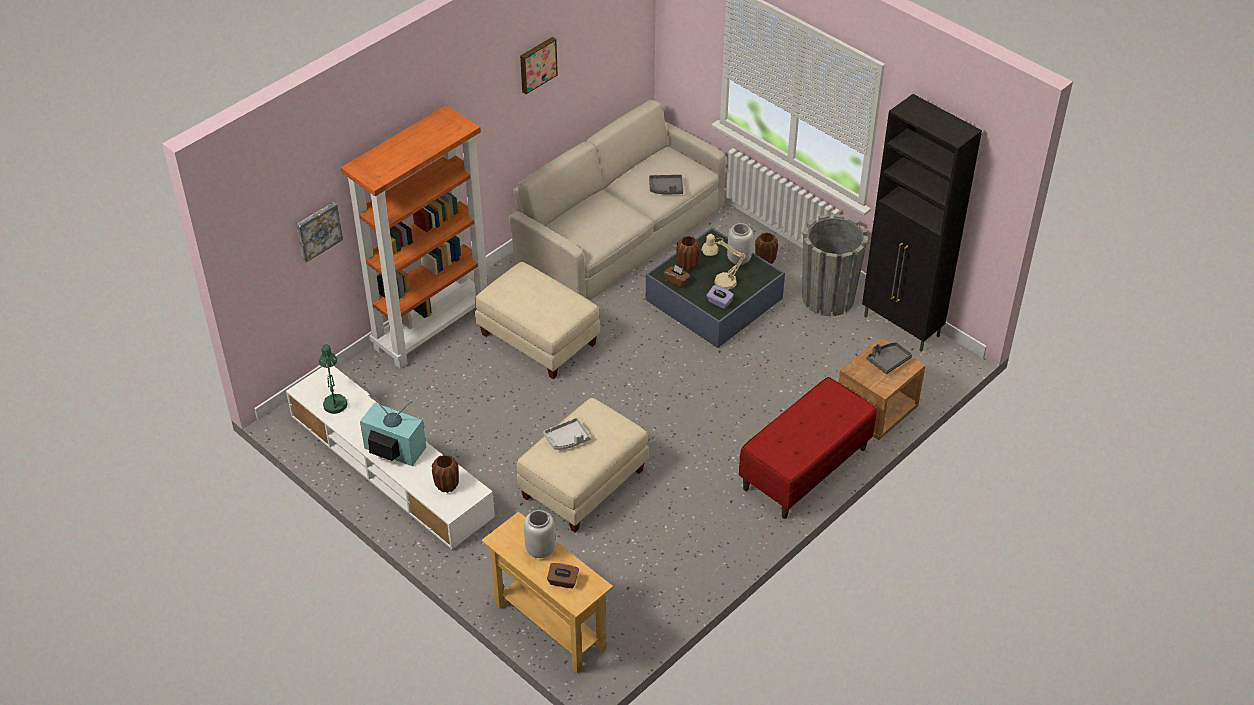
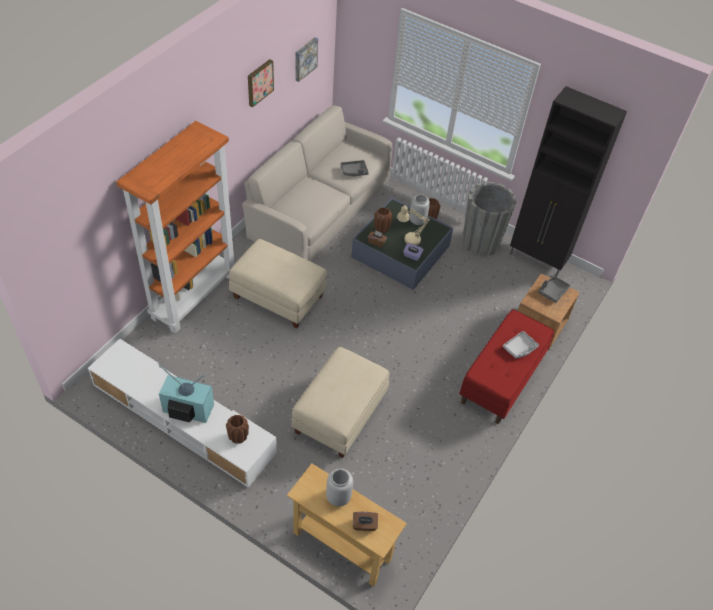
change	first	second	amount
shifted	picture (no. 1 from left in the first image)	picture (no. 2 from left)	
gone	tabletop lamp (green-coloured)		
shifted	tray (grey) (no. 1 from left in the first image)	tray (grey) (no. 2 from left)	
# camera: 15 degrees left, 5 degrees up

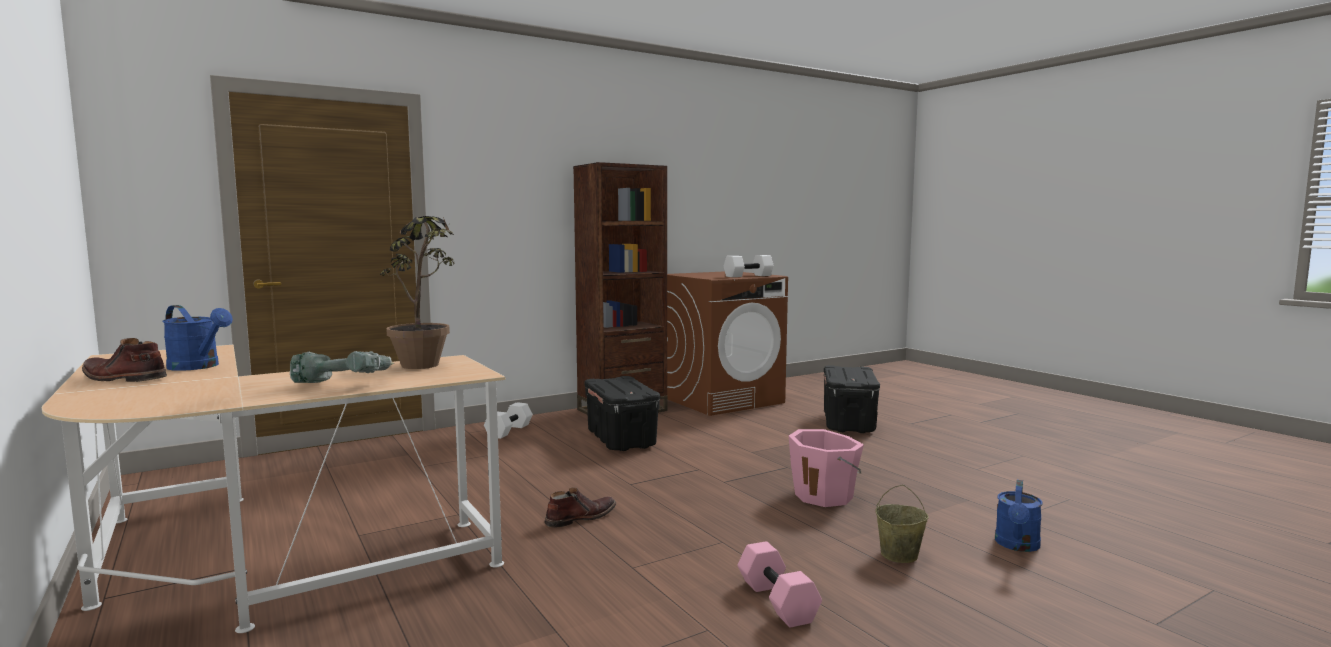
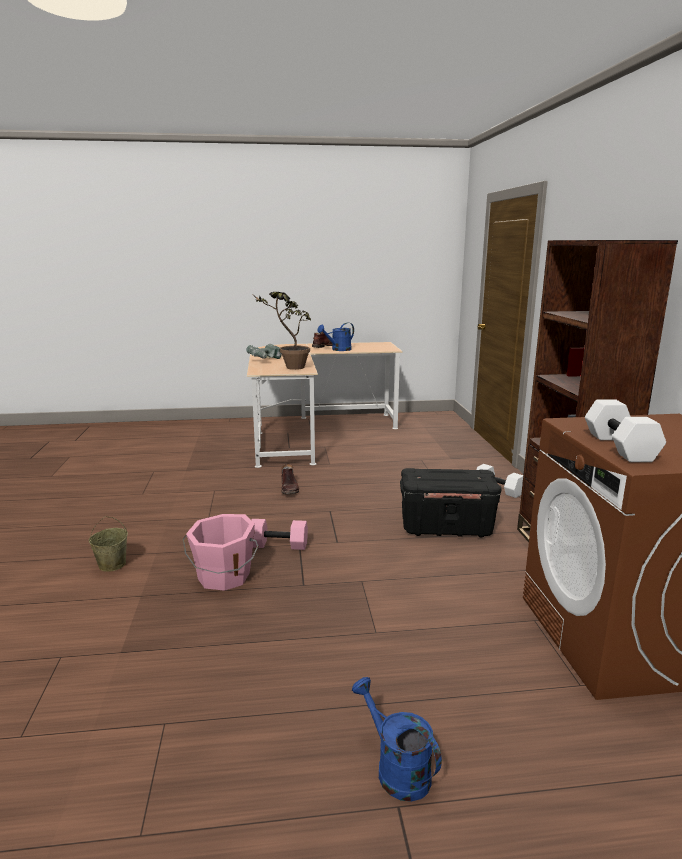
change	first	second	amount
gone	storage bin (blackish) (no. 2 from left)		
shifted	watering can (blue) (no. 2 from left)		
shifted	free weight (pink)		
# camera: 115 degrees right, 10 degrees up

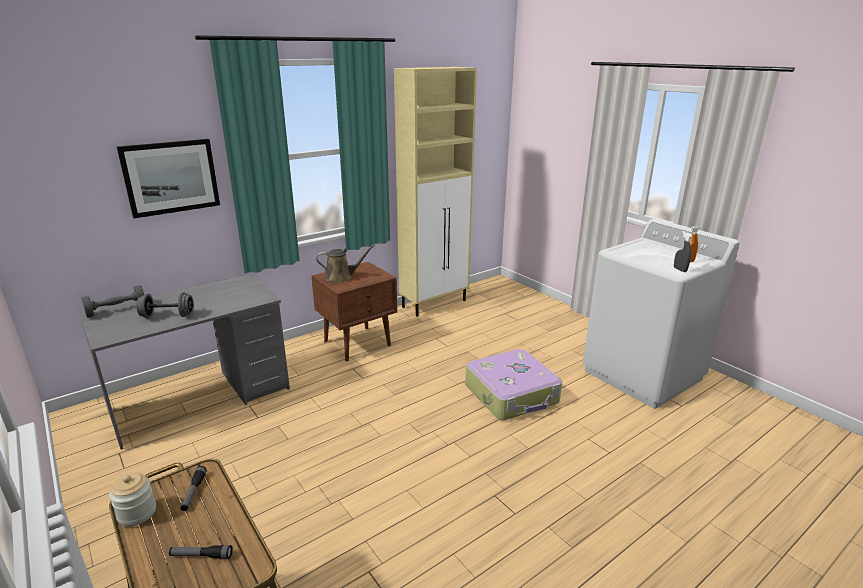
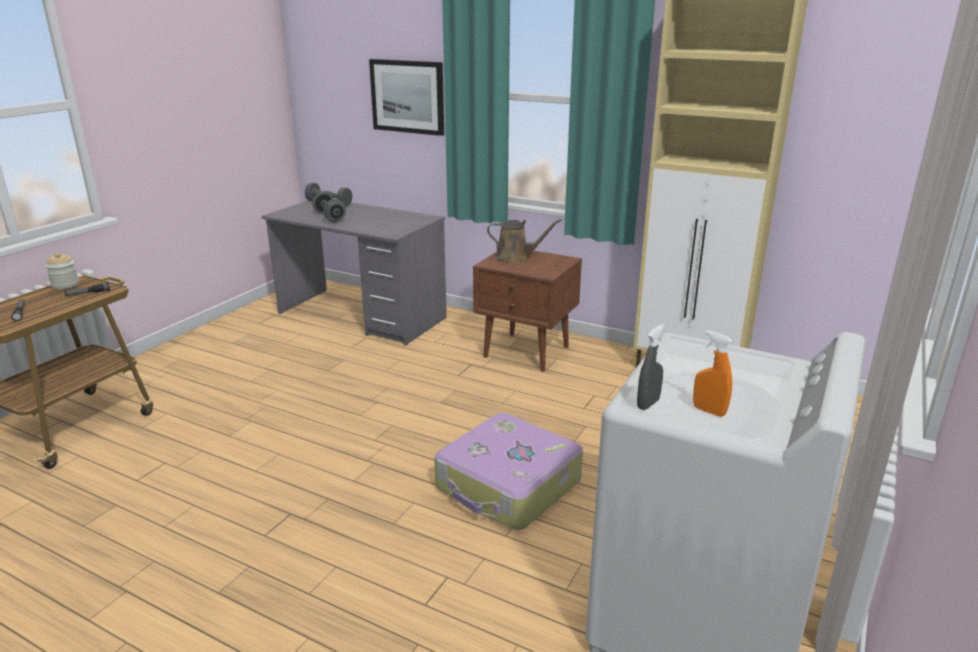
change	first	second	amount
rotated	watering can (brown-coloured)		45 degrees counterclockwise
# camera: 65 degrees right, 0 degrees up

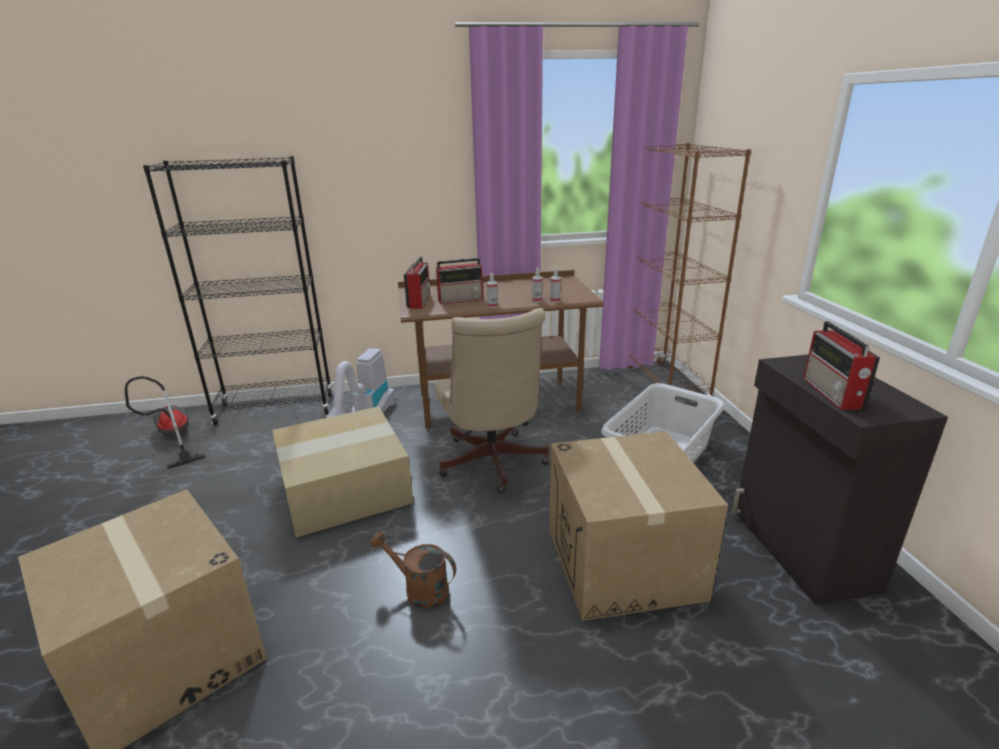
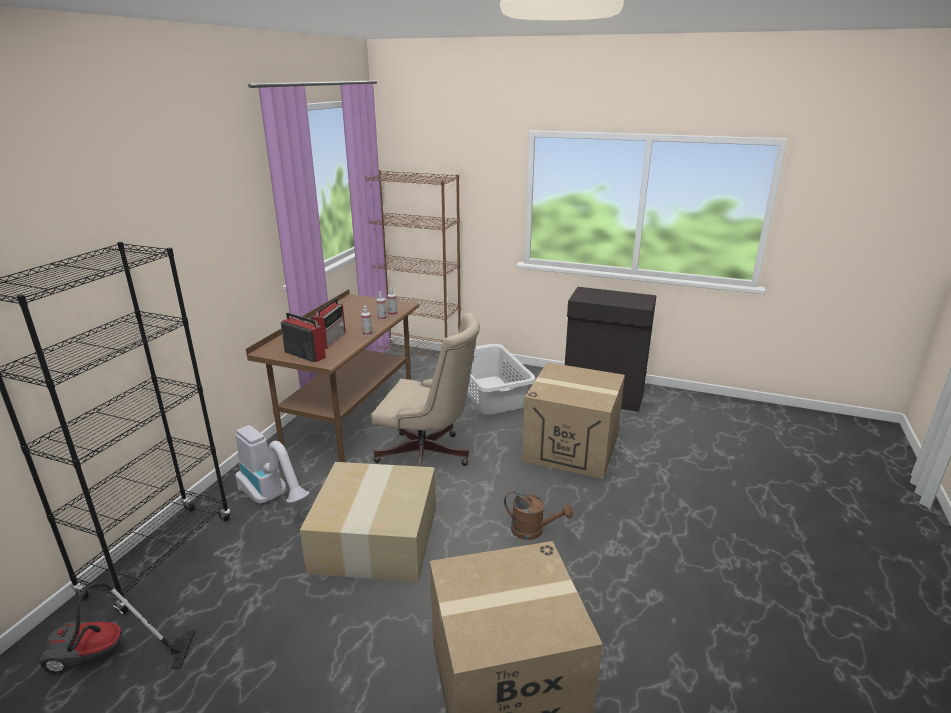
change	first	second	amount
gone	radio (no. 3 from left)		
rotated	watering can (brown-coloured)		120 degrees counterclockwise
# camera: 60 degrees left, 0 degrees up

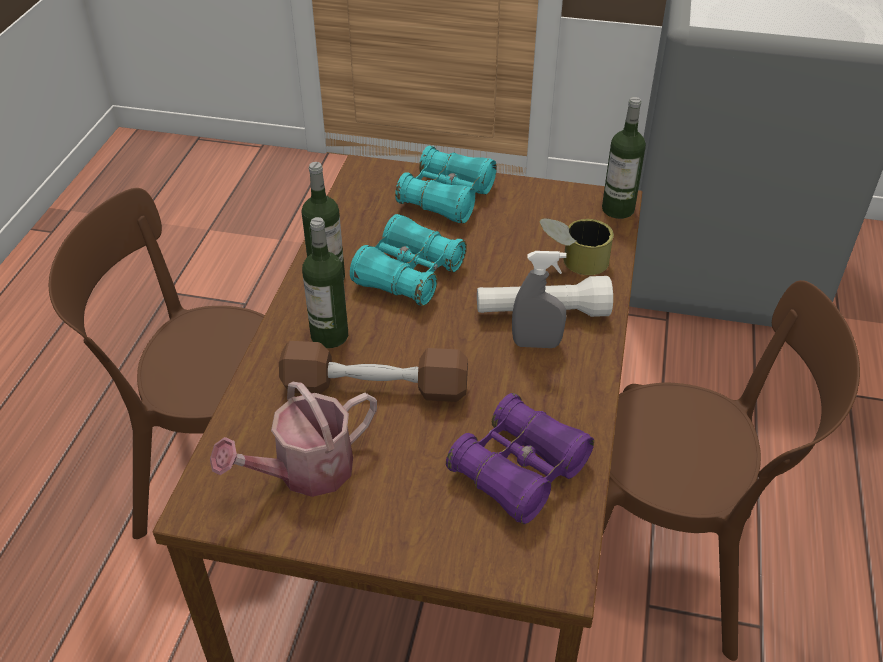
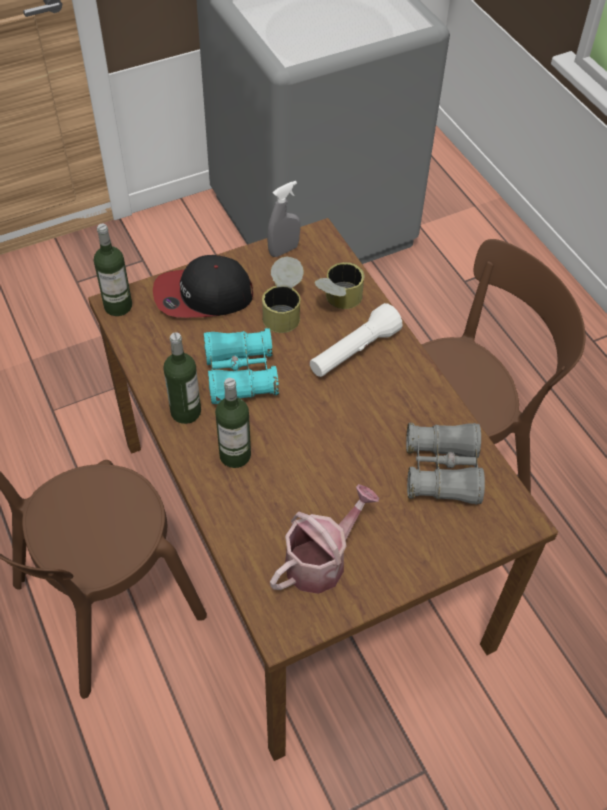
change	first	second	amount
shifted	drink bottle (no. 3 from left in the first image)	drink bottle (no. 1 from left)	
swapped	pair of binoculars (turquoise) (no. 2 from left)	cap	
shifted	hand sprayer (grey)		
gone	free weight (brown-coloured)		
rotated	watering can		150 degrees counterclockwise
repainted	pair of binoculars (purple)	pair of binoculars (grey)	
new		metal can (no. 1 from left)	
# camera: 40 degrees left, 10 degrees up

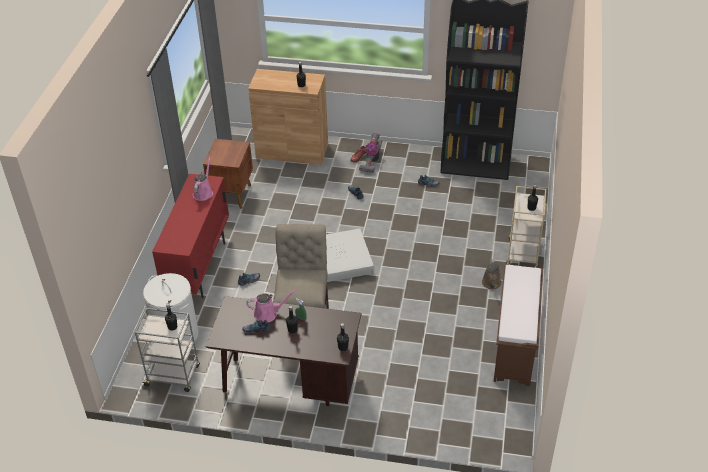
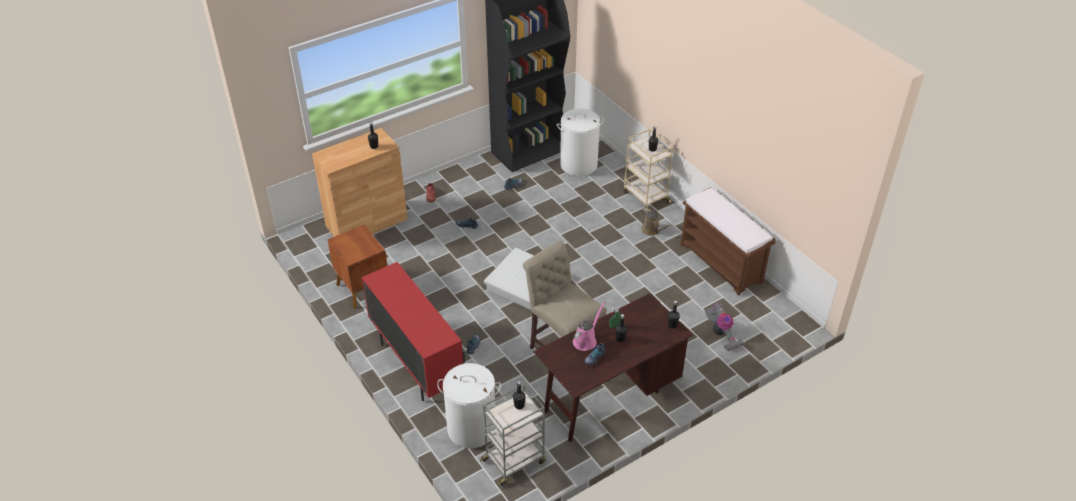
change	first	second	amount
shifted	vacuum		
gone	watering can (pink) (no. 1 from left)		
new		laundry basket (white-coloured) (no. 2 from left)	
# camera: 45 degrees left, 0 degrees up

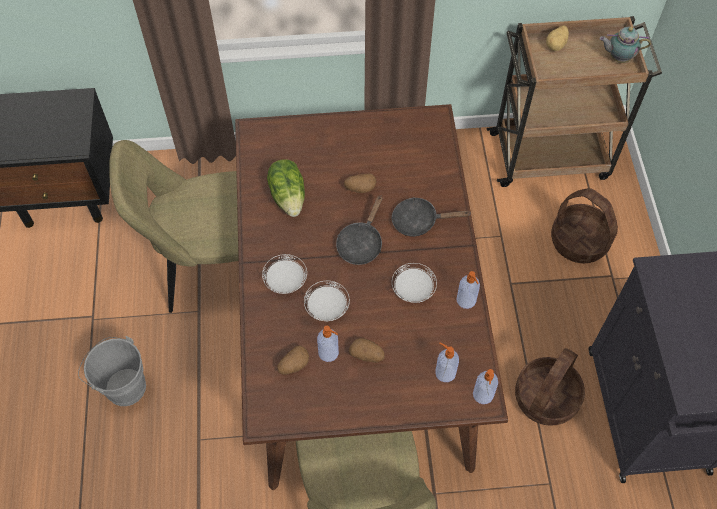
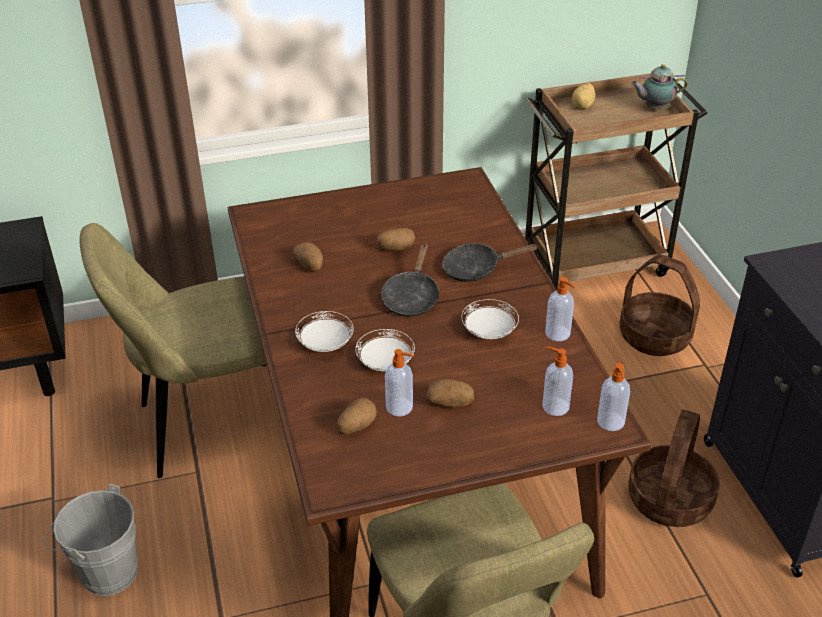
change	first	second	amount
swapped	head of lettuce	spud (no. 1 from left)	
# camera: 10 degrees left, 20 degrees down

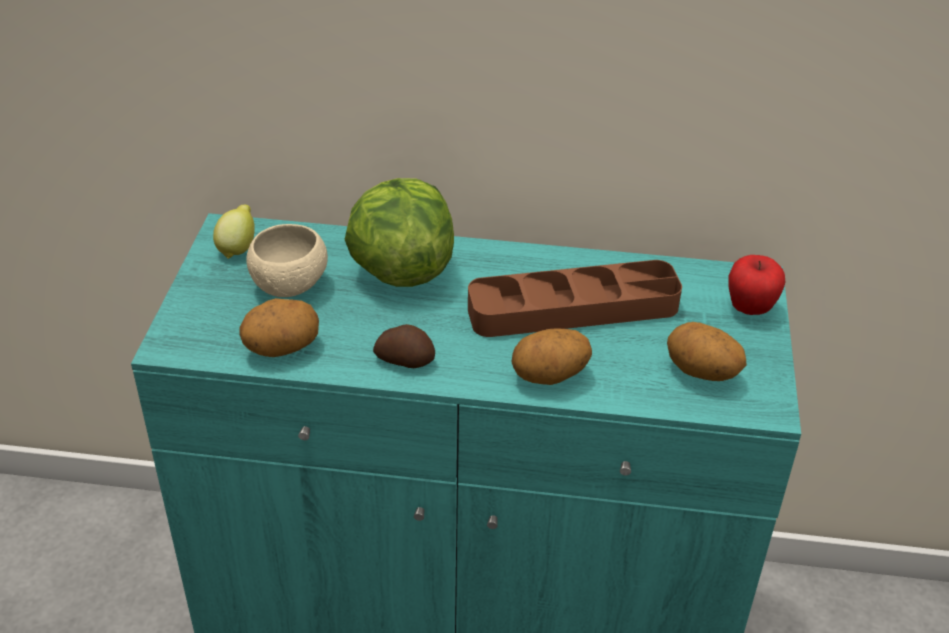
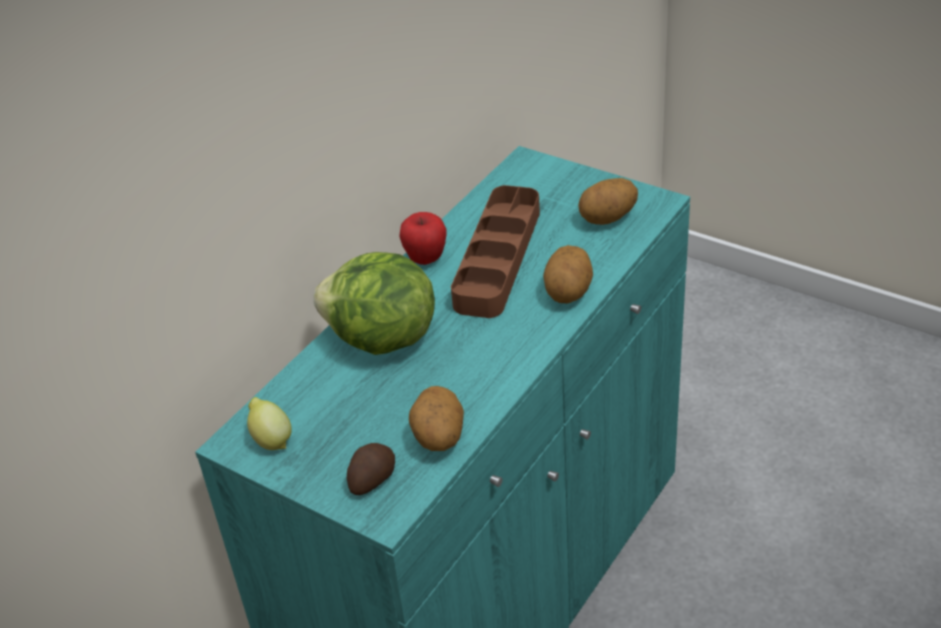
change	first	second	amount
gone	serving bowl (beige)		
shifted	whole apple		
shifted	spud (no. 2 from left in the first image)	spud (no. 1 from left)	
# camera: 60 degrees left, 0 degrees up

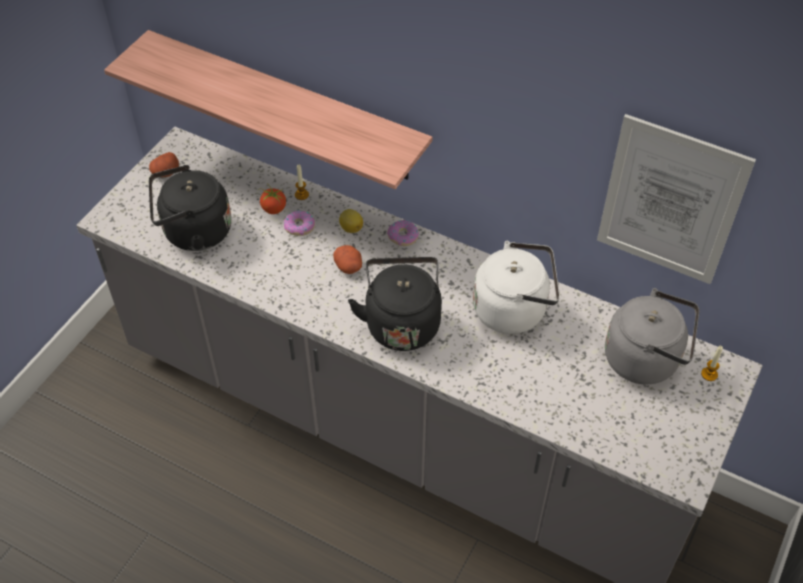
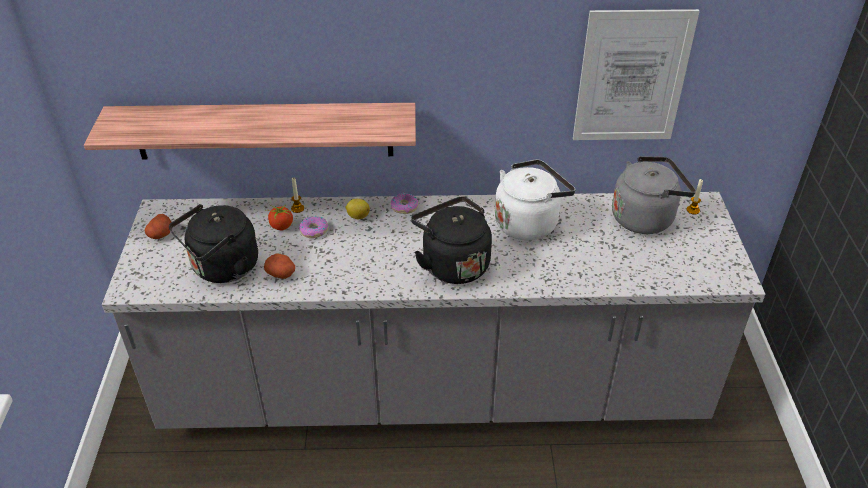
change	first	second	amount
shifted	spud (no. 2 from left)		
# camera: 30 degrees left, 10 degrees down

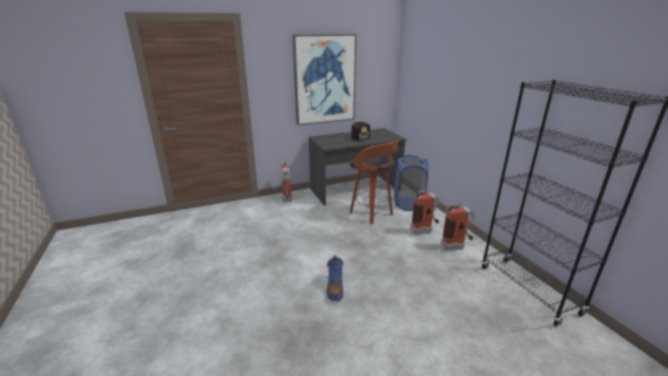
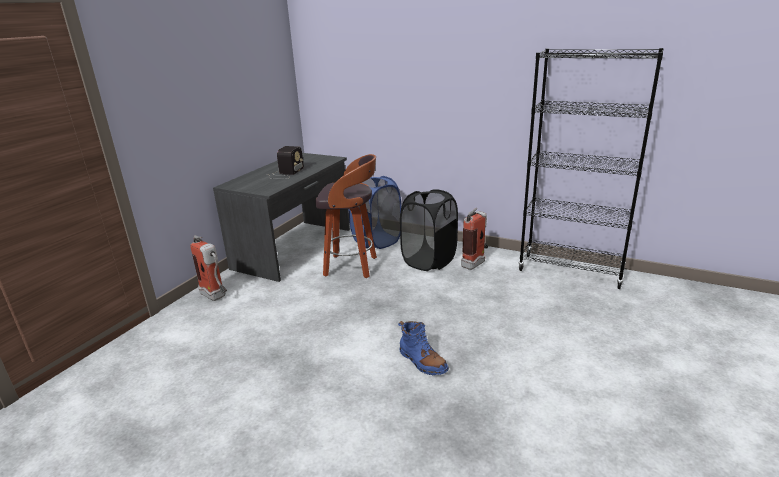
change	first	second	amount
gone	picture		
swapped	fire-fighting cylinder (no. 2 from left)	laundry basket (blackish)	
# camera: 40 degrees left, 0 degrees up

